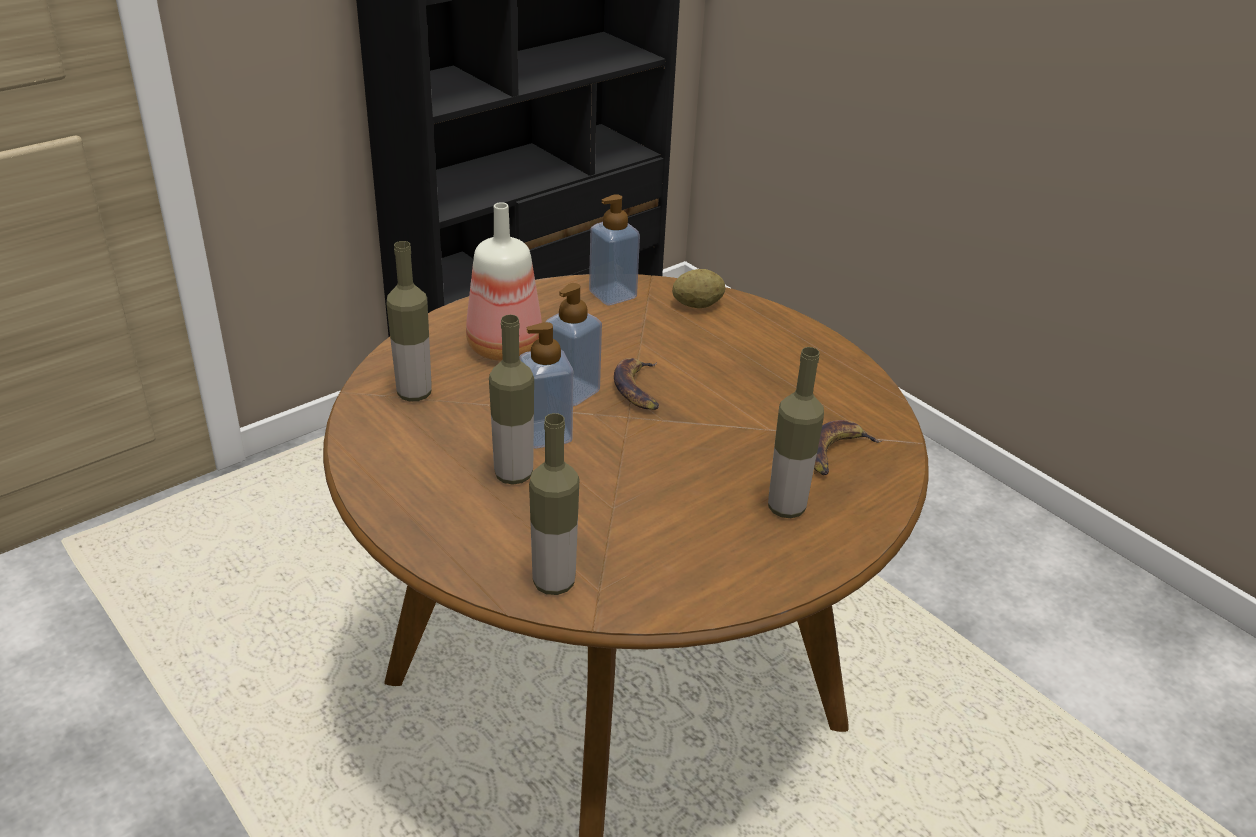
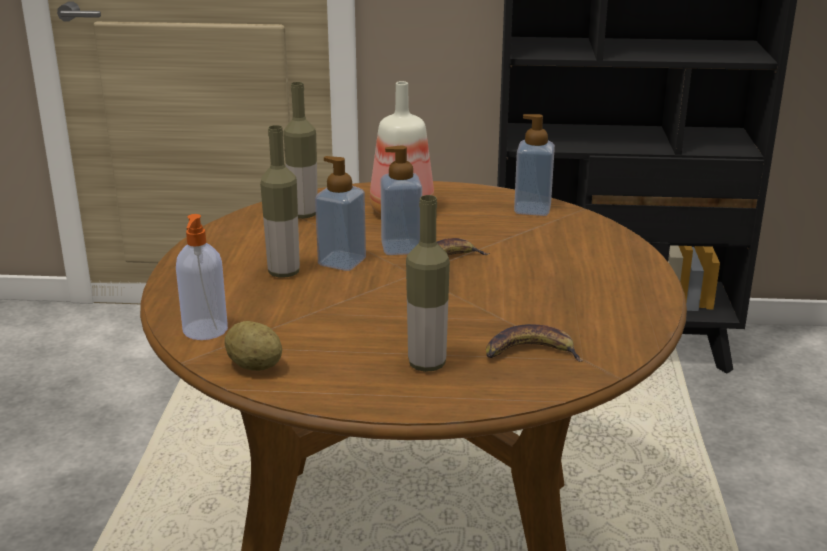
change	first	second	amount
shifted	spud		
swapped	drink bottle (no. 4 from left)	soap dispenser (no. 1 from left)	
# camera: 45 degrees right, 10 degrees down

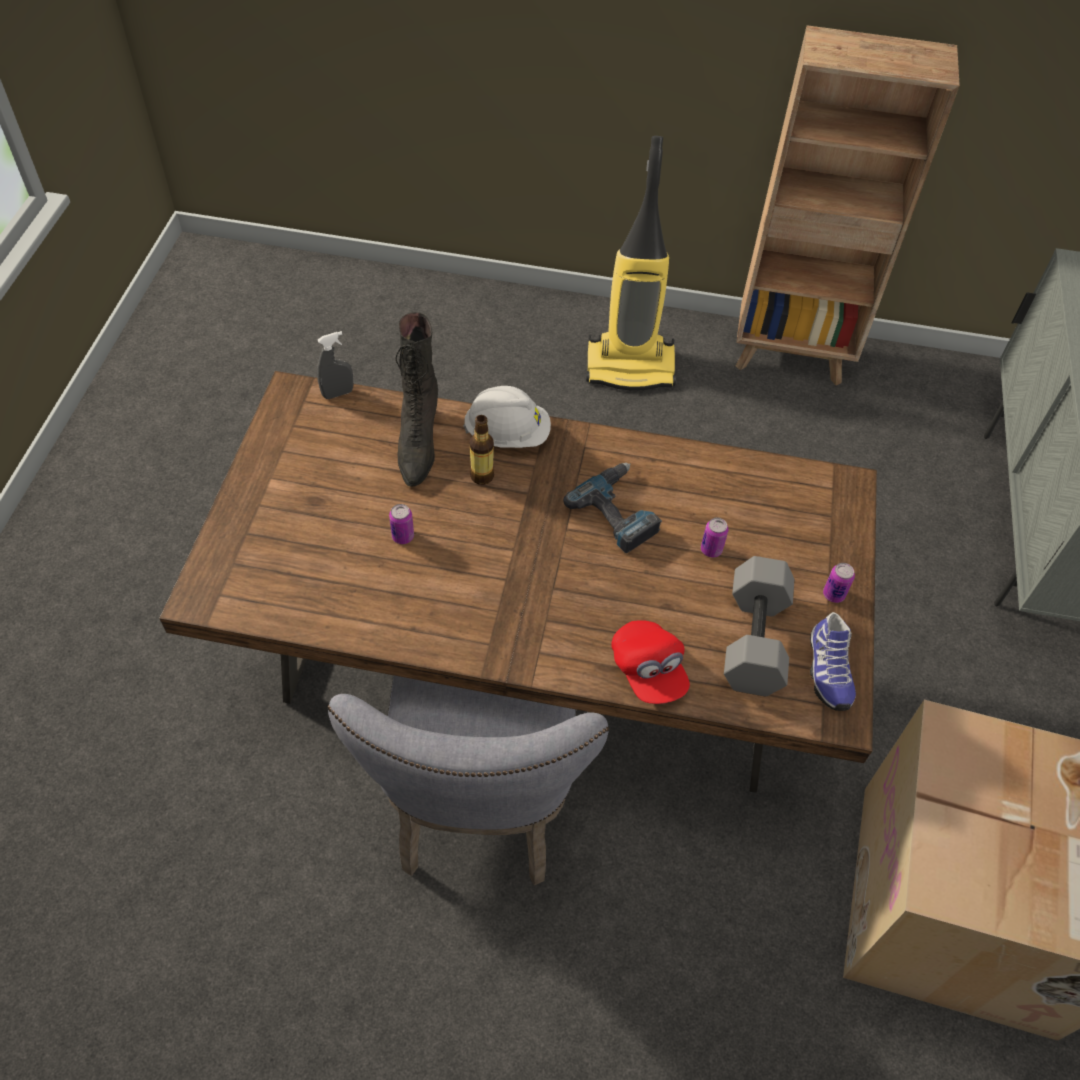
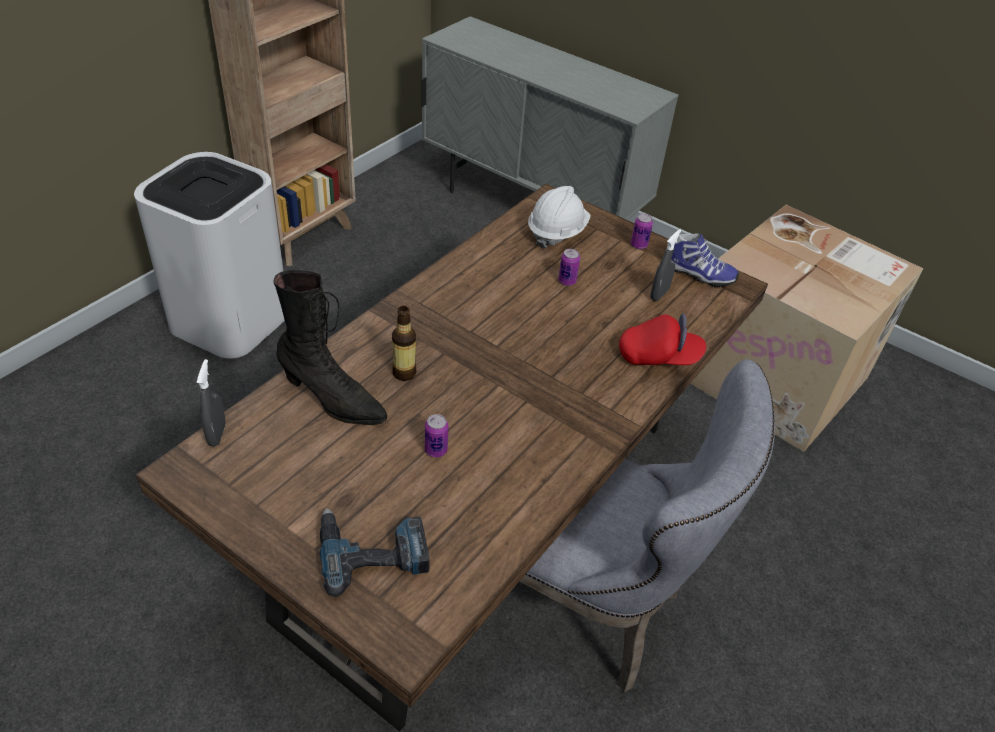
change	first	second	amount
swapped	vacuum	rubbish bin (white-coloured)	
shifted	hard hat (white-coloured)		
shifted	drill		
swapped	free weight (grey)	hand sprayer (grey) (no. 2 from left)	
# camera: 65 degrees left, 10 degrees down

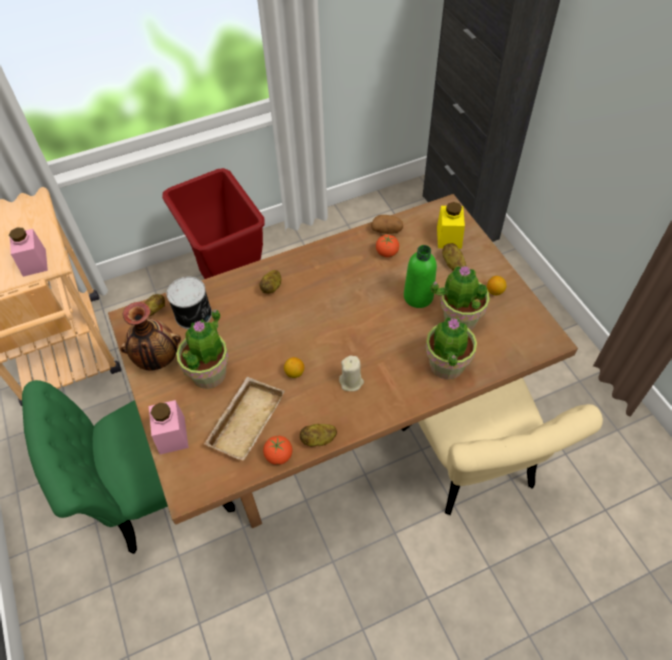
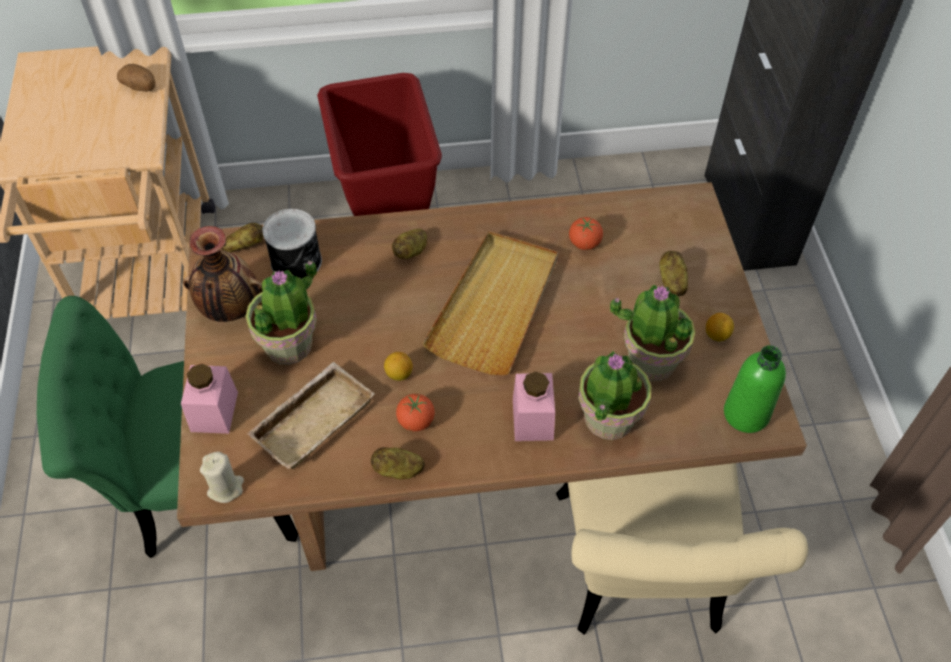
change	first	second	amount
gone	storage jar (yellow)		
shifted	spud (no. 4 from left in the first image)	spud (no. 1 from left)	
shifted	storage jar (pink) (no. 1 from left in the first image)	storage jar (pink) (no. 2 from left)	
shifted	drink bottle (green-coloured)		
shifted	candle (beige)		
shifted	whole tomato (no. 1 from left)		
new		tray (beige) (no. 2 from left)	
# camera: 15 degrees right, 0 degrees up

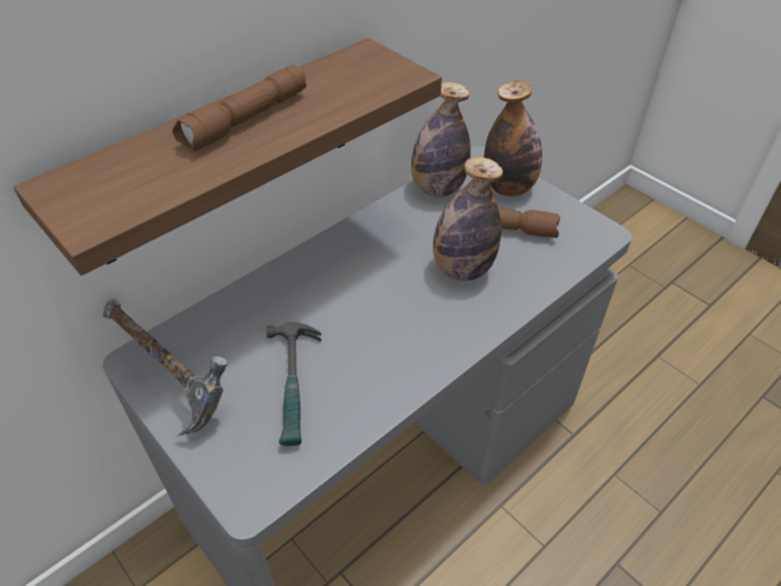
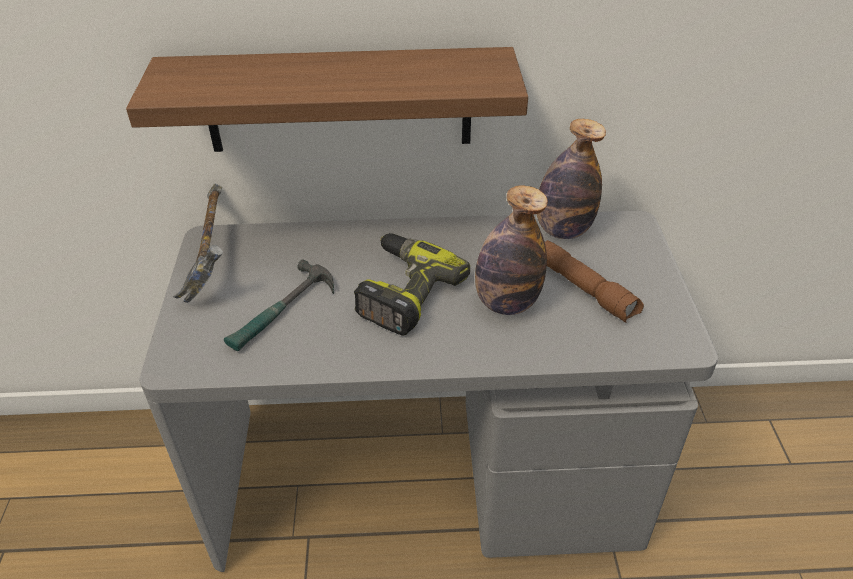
change	first	second	amount
gone	hand torch (brown-coloured) (no. 1 from left)		
gone	drink bottle (no. 3 from left)		
new		drill	
# camera: 40 degrees right, 5 degrees down

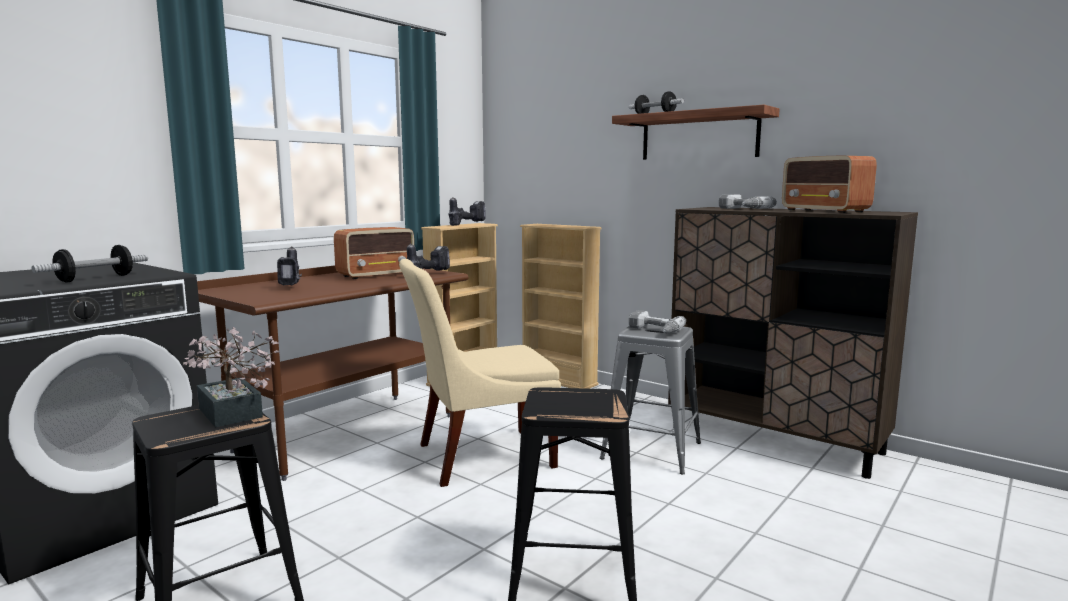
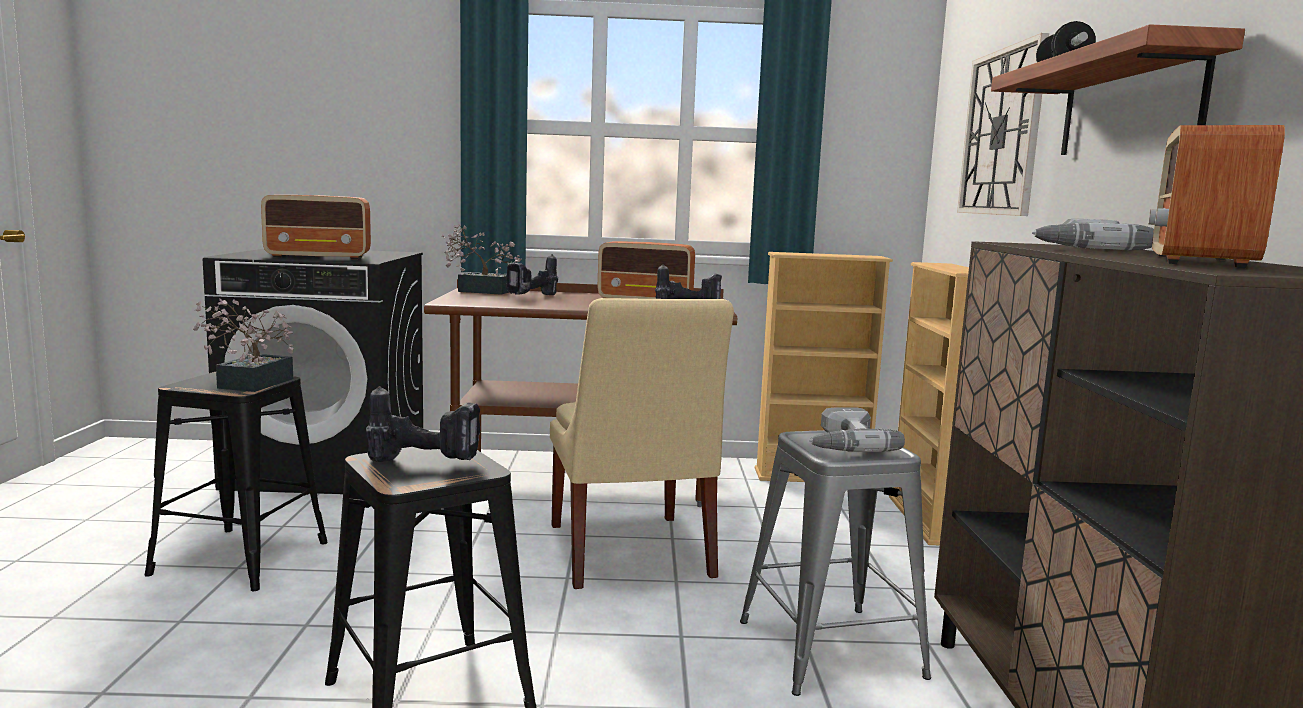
change	first	second	amount
shifted	drill (no. 3 from left in the first image)	drill (no. 1 from left)	
swapped	free weight (no. 1 from left)	radio (no. 1 from left)	
rotated	plain chair (beige)		135 degrees counterclockwise
new		clock on the wall	
new		plant in a pot (no. 2 from left)	
# camera: 50 degrees right, 0 degrees up

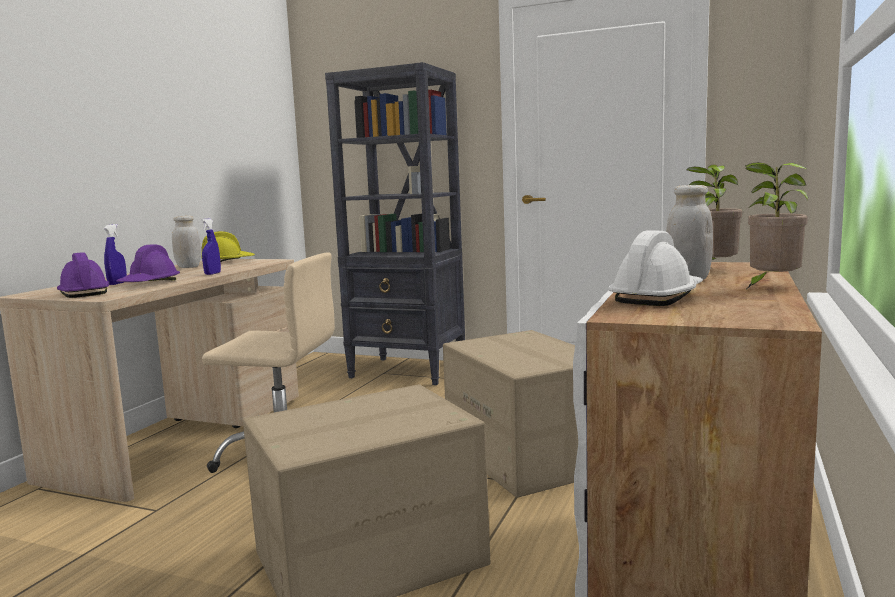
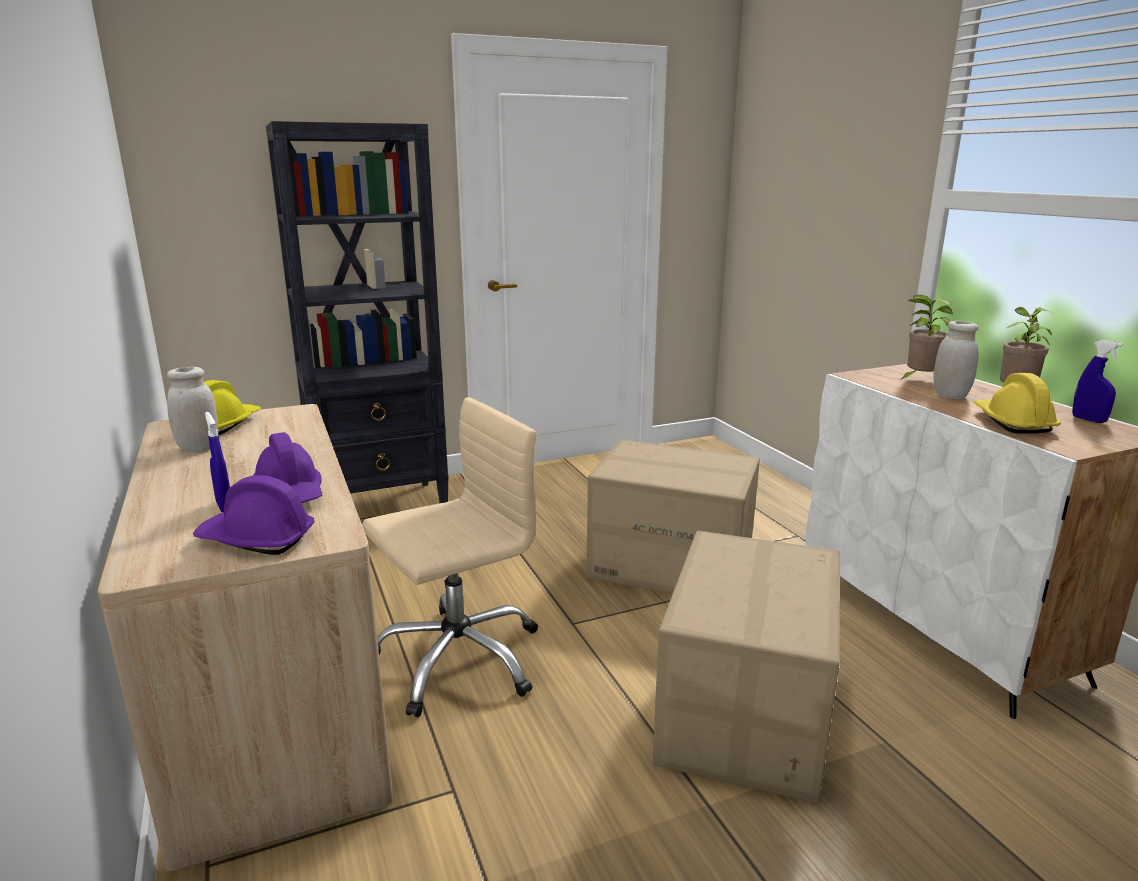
change	first	second	amount
shifted	hand sprayer (blue) (no. 2 from left)		
repainted	hard hat (white-coloured)	hard hat (yellow) (no. 2 from left)	
# camera: 45 degrees left, 10 degrees up

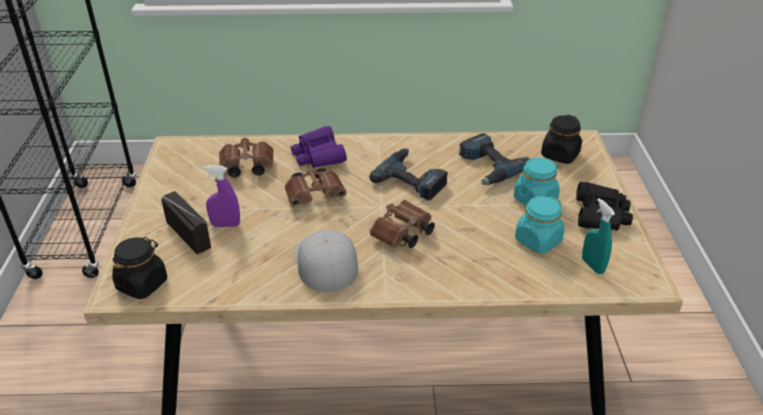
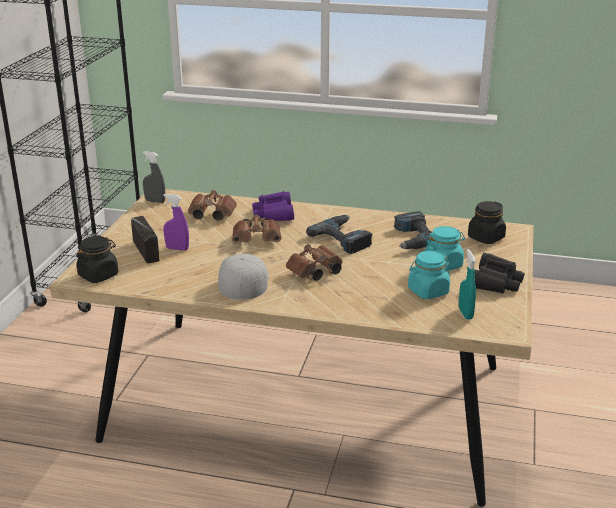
change	first	second	amount
new		hand sprayer (grey)	
# camera: 15 degrees right, 10 degrees down

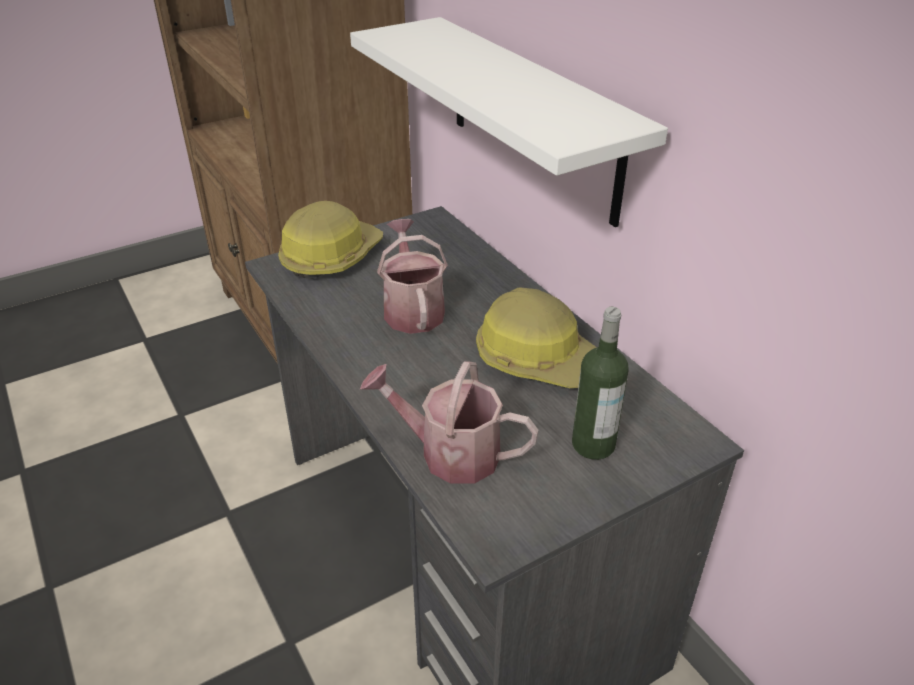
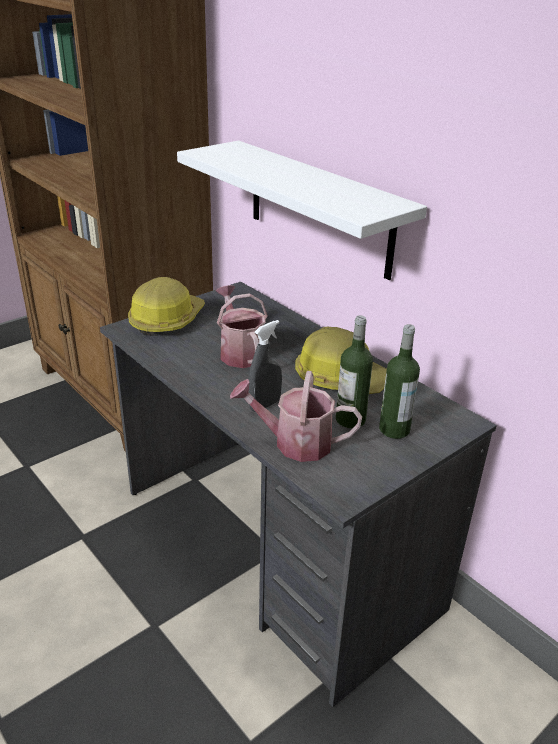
change	first	second	amount
new		drink bottle (no. 1 from left)	
new		hand sprayer (grey)	
# camera: 10 degrees left, 5 degrees down

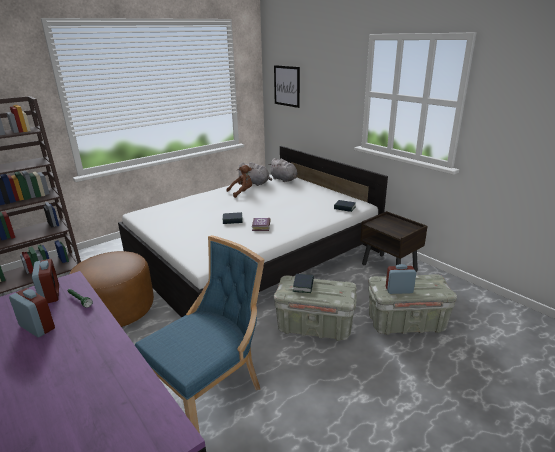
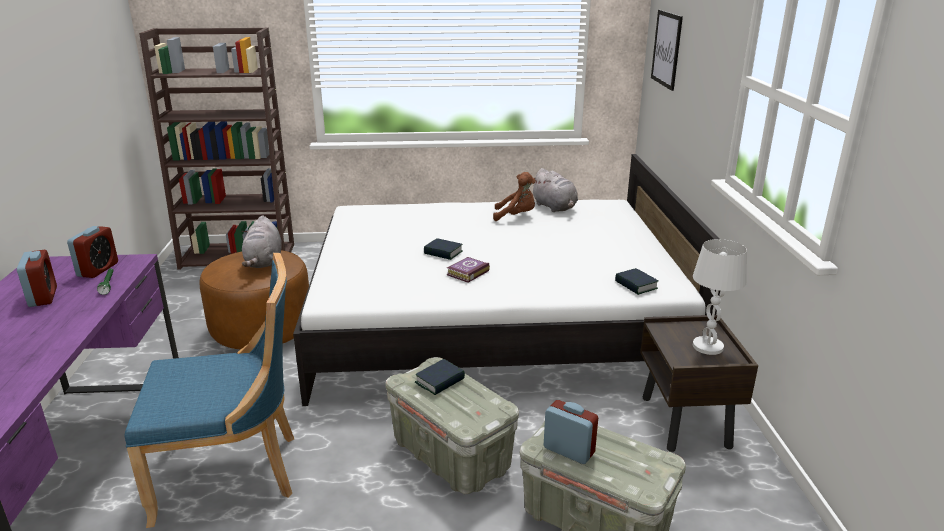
change	first	second	amount
shifted	plush toy (grey) (no. 2 from left in the first image)	plush toy (grey) (no. 1 from left)	
new		tabletop lamp (white-coloured)	
# camera: 35 degrees right, 0 degrees up

